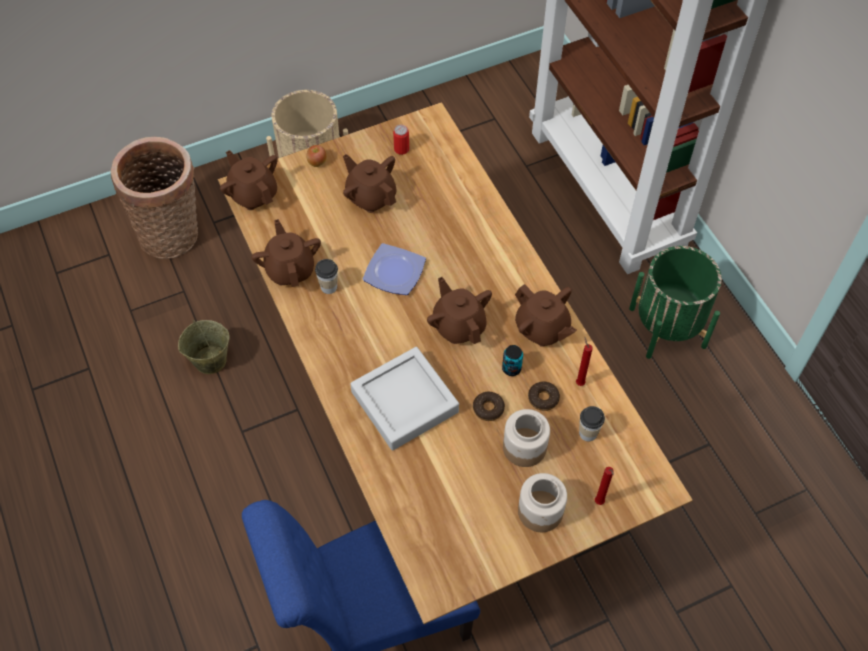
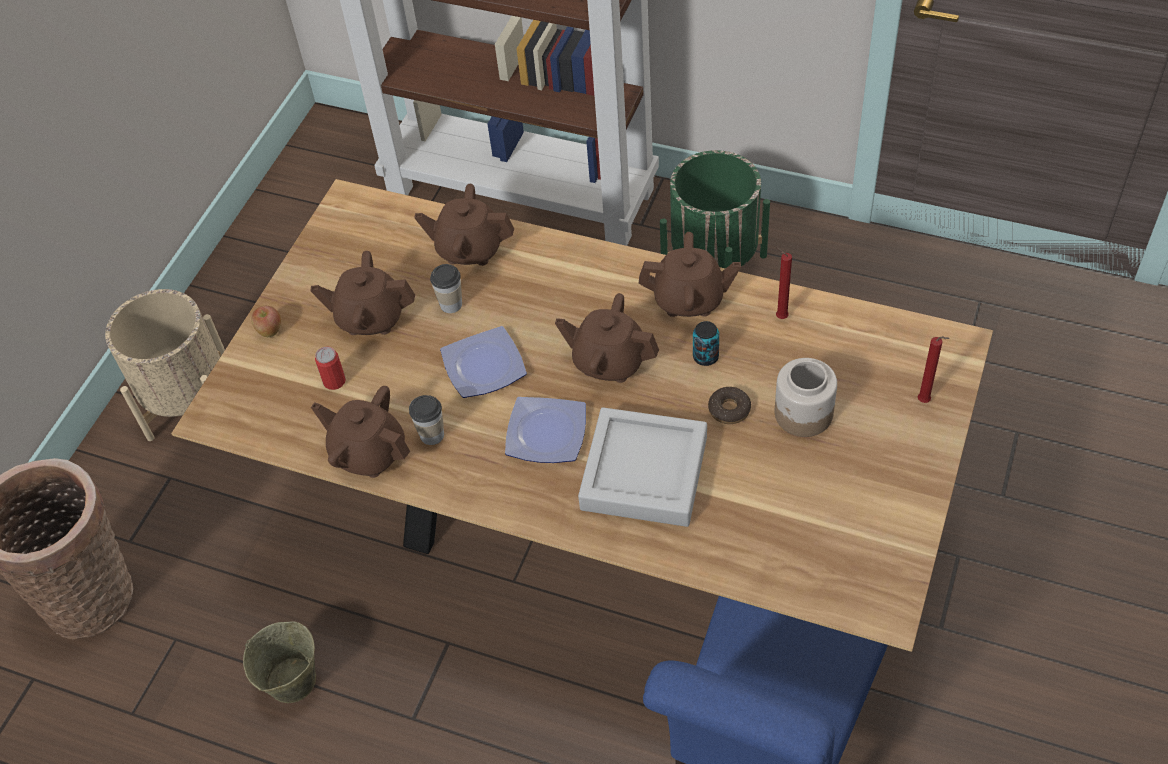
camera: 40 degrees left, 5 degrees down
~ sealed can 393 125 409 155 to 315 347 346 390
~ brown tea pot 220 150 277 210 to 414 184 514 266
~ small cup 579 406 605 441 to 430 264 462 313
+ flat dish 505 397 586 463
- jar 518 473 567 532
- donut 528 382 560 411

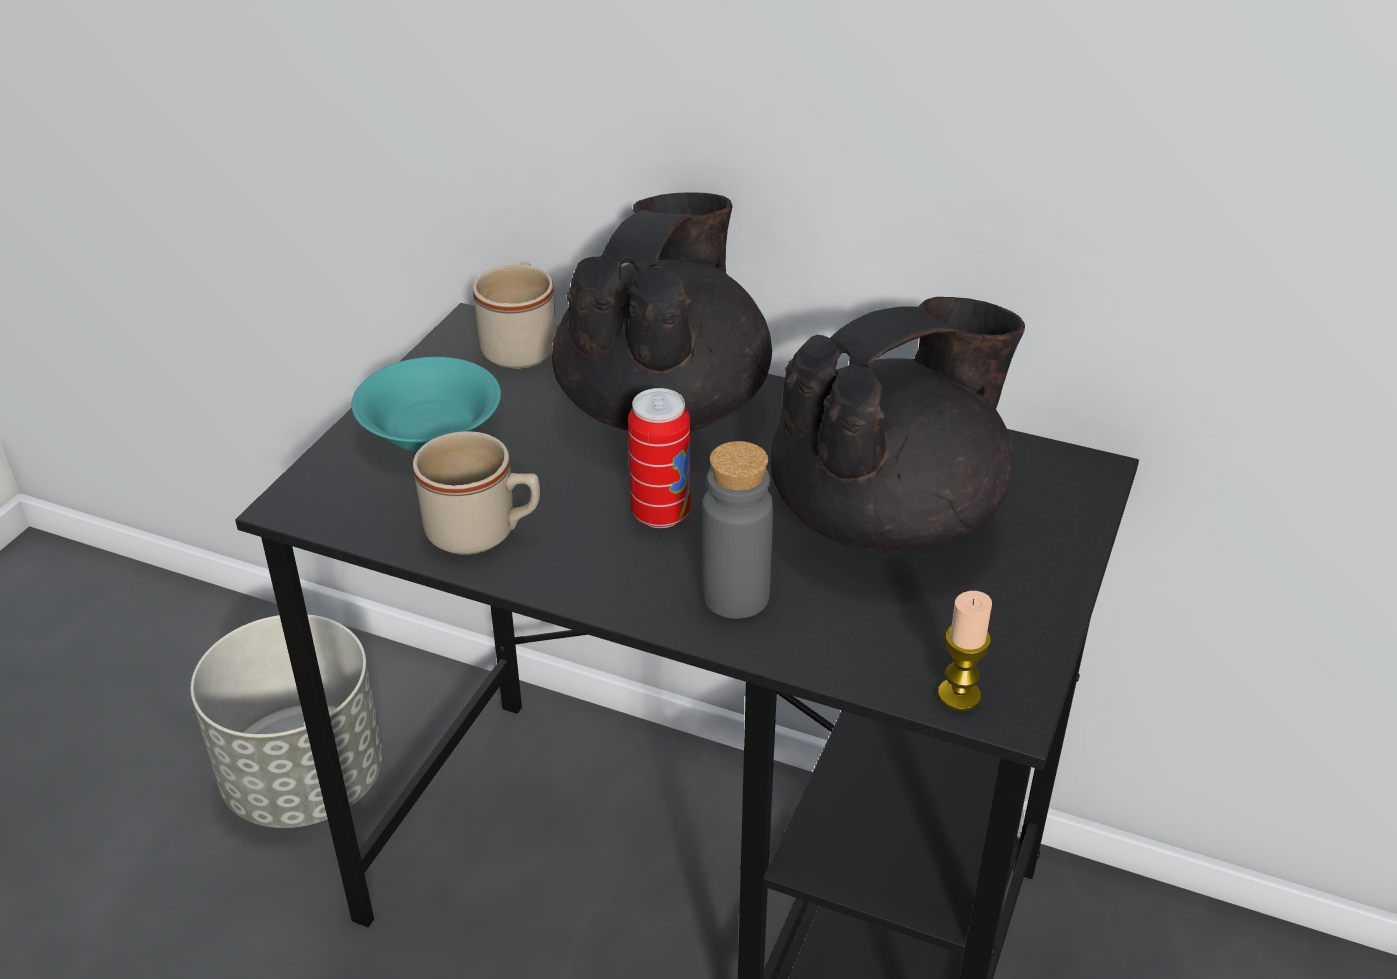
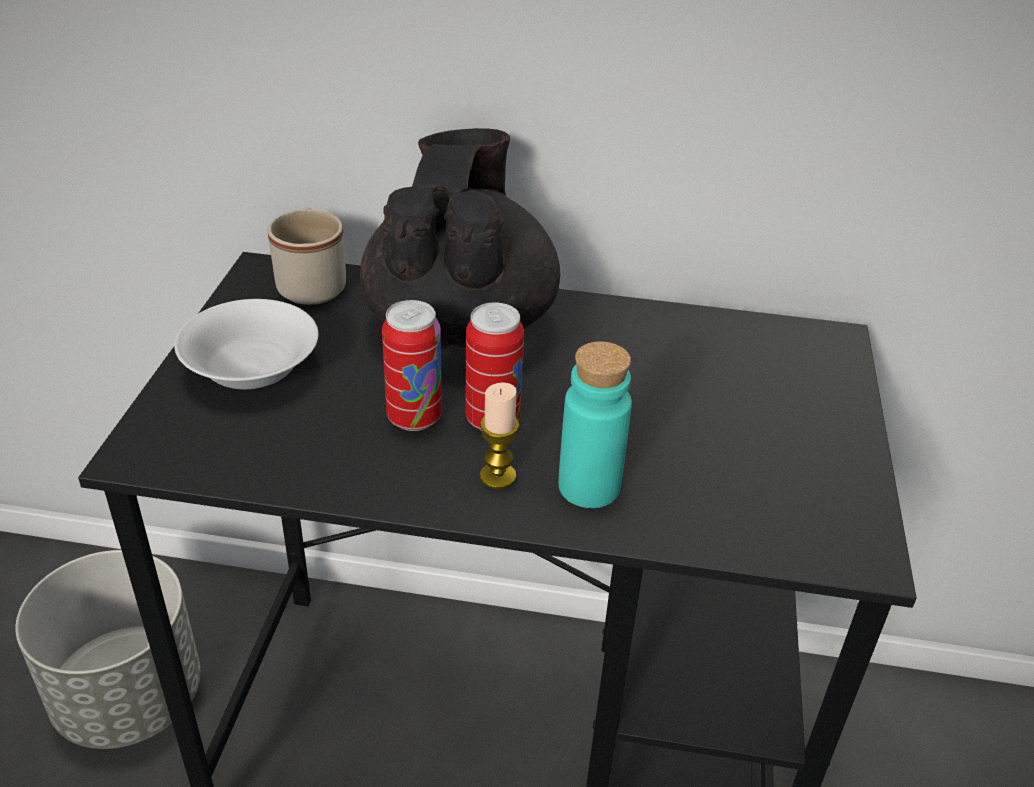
camera: 15 degrees left, 0 degrees up
~ turquoise serving bowl 352 357 501 452 to white serving bowl 174 299 319 389
+ sealed can 382 300 442 431
~ candle 938 591 992 711 to 480 382 519 489
~ greyish beverage bottle 702 441 773 619 to turquoise beverage bottle 558 341 632 508
- sand-coloured tea mug 413 431 540 555
- black-coloured tea pot 770 297 1025 554

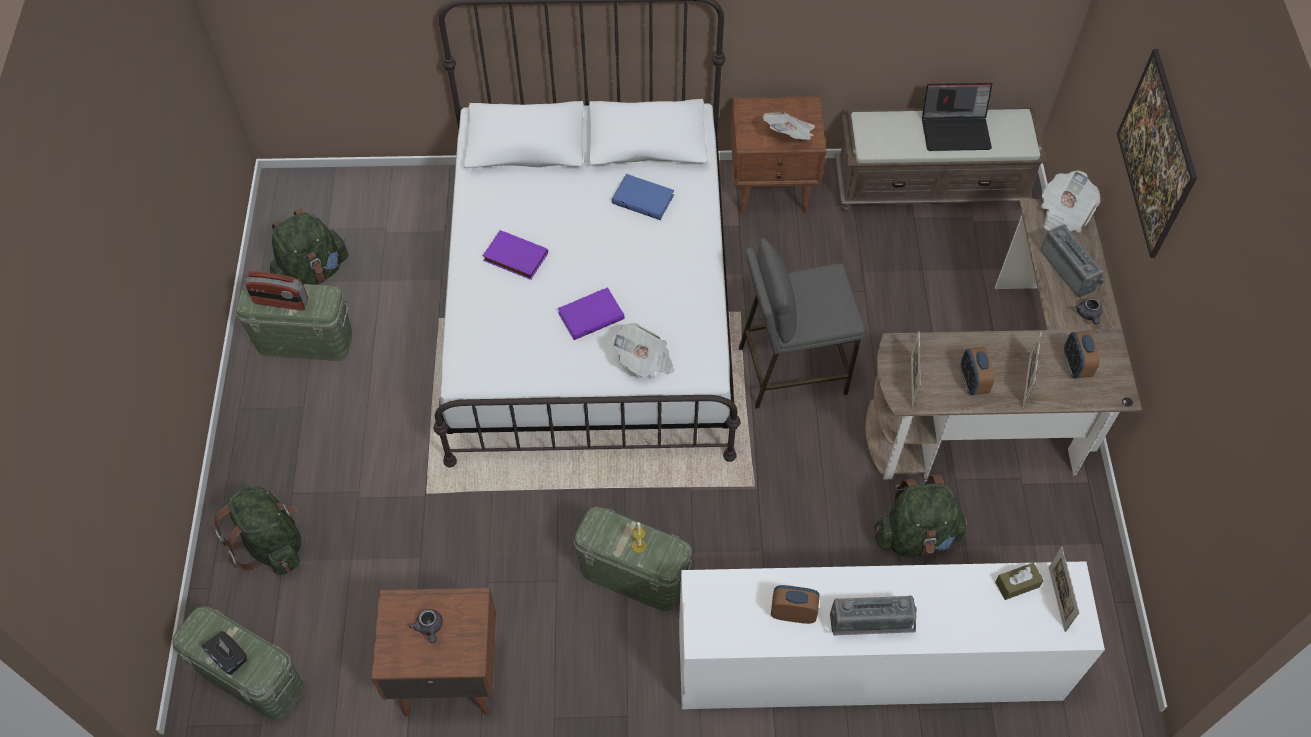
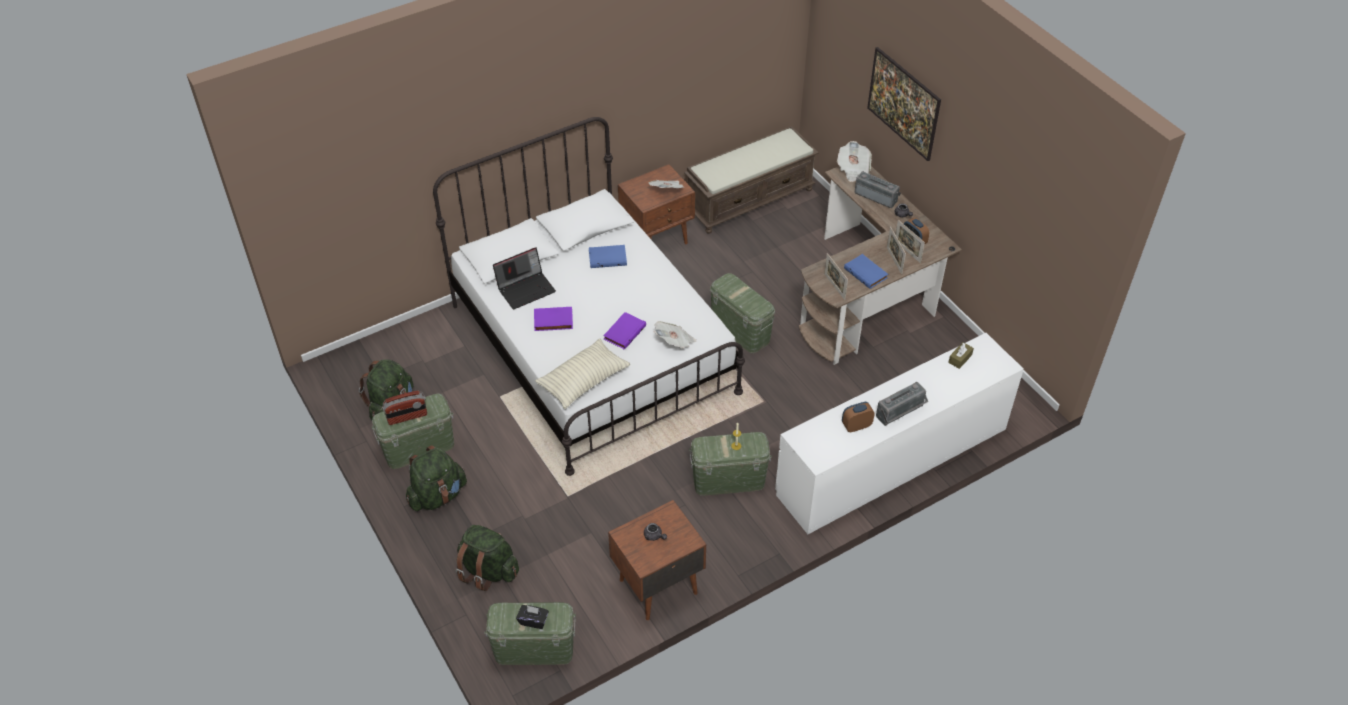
camera: 30 degrees left, 10 degrees down
~ greenish knapsack 874 475 968 557 to 406 445 467 511
~ laptop 922 83 992 151 to 493 247 556 309
+ pillow 535 338 630 409
~ greyish stool seat 739 238 865 409 to greenish storage bin 710 273 775 353
~ alarm clock 961 347 995 395 to blue volume 844 254 888 289
~ picture frame 1049 547 1079 632 to 895 220 925 263

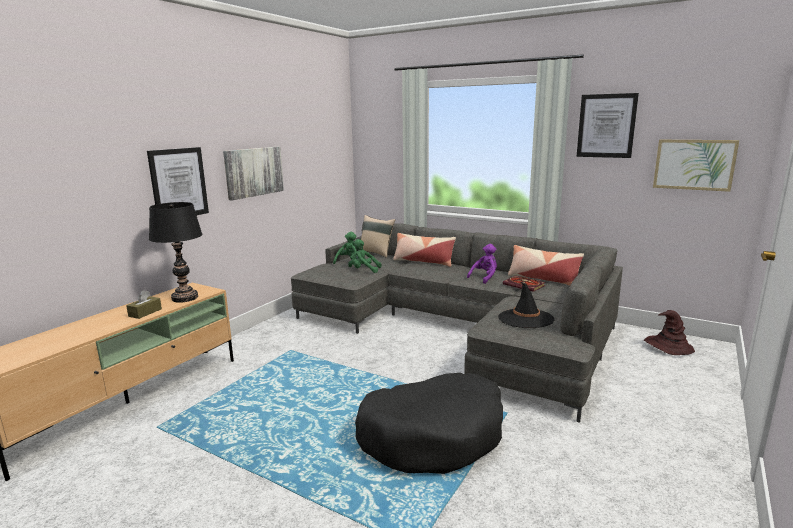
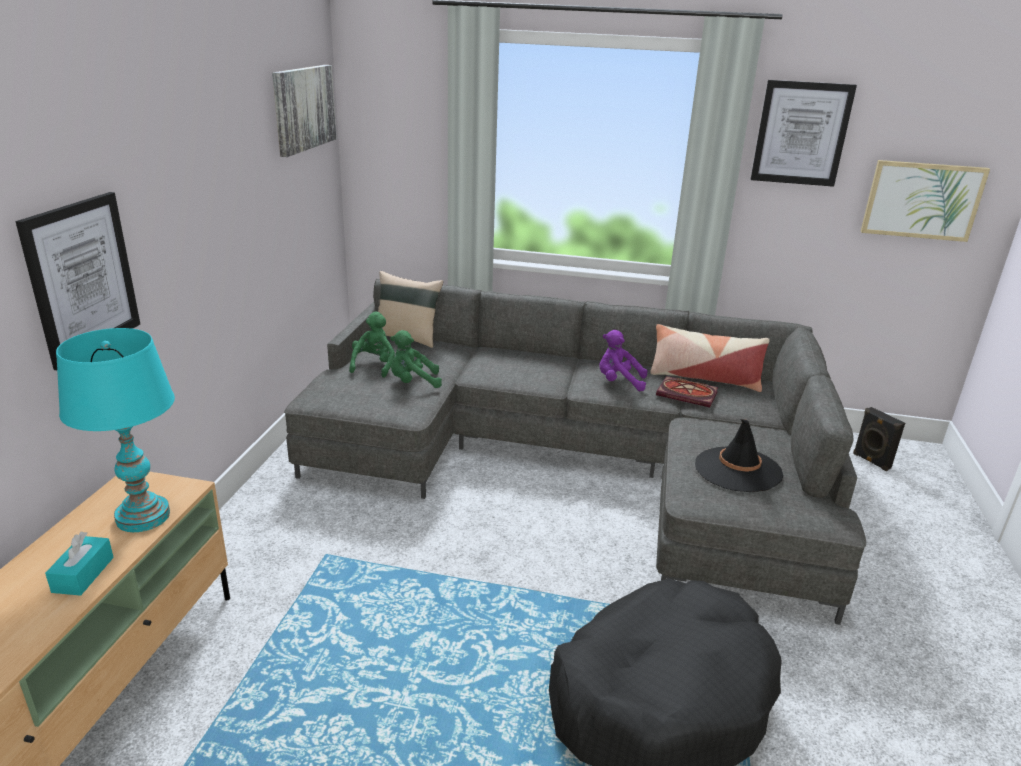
camera: 20 degrees left, 10 degrees up
~ brown tissue holder 126 290 162 319 to turquoise tissue holder 45 532 114 596
~ black-coloured tabletop lamp 149 202 202 303 to turquoise tabletop lamp 56 328 175 532
~ wall art 223 147 284 201 to 272 65 336 157
~ purple soft toy 467 244 497 284 = 599 330 648 391 105 degrees counterclockwise
~ brown clothing hat 644 310 695 355 to black-coloured speaker 853 407 905 471
- pillow 393 233 456 267

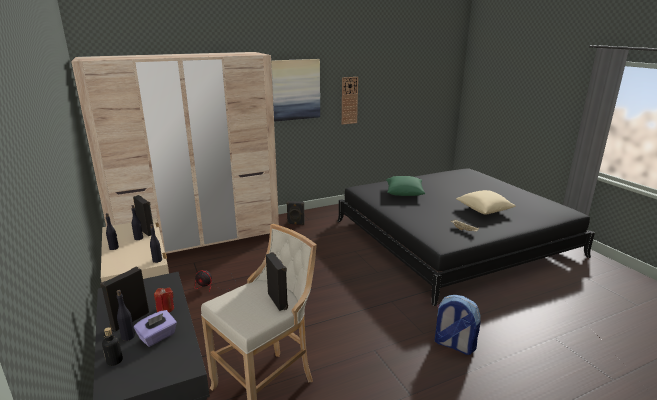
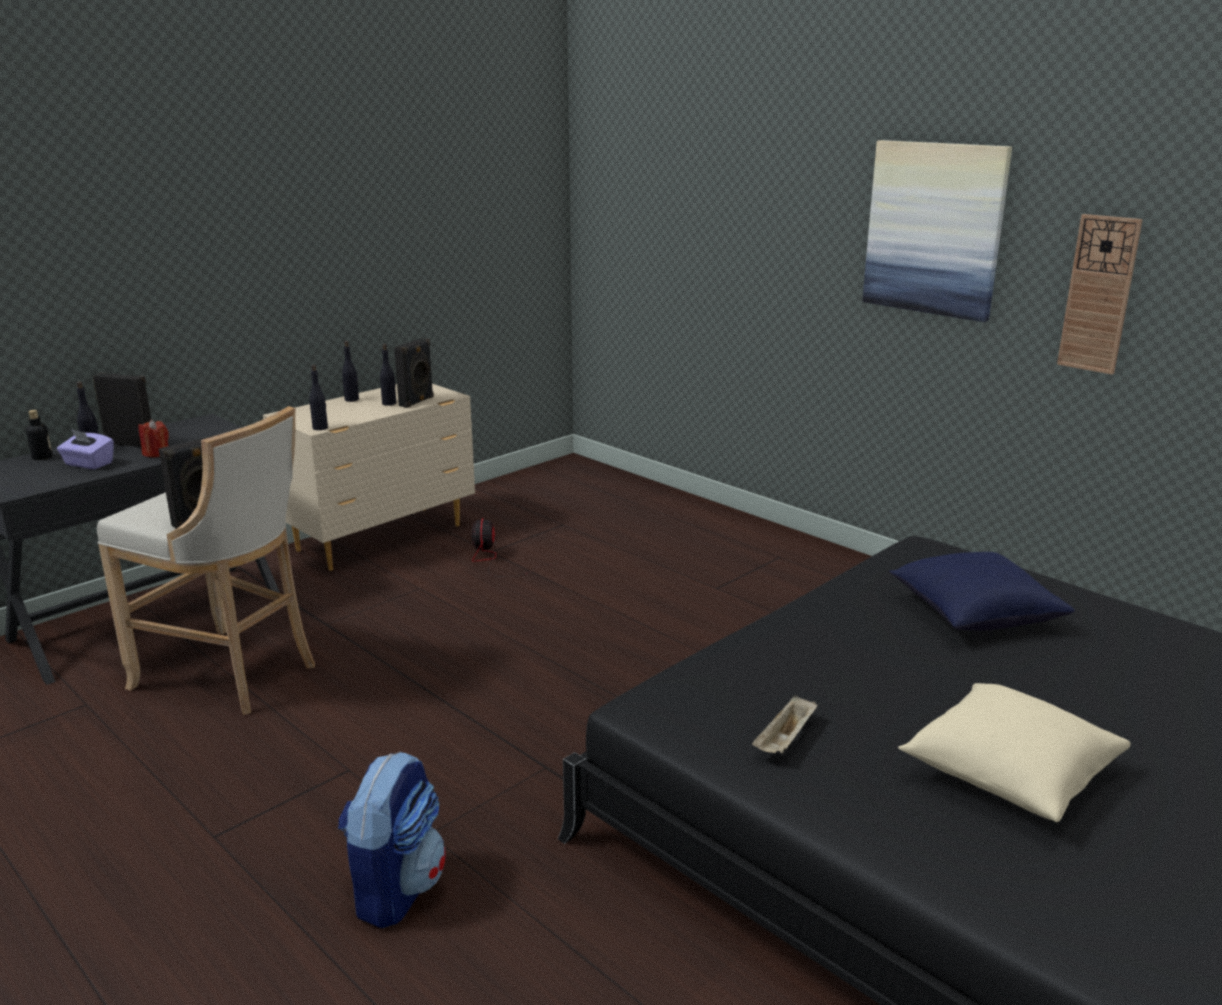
camera: 70 degrees right, 0 degrees up
~ greenish pillow 386 176 425 196 to blue pillow 889 552 1075 631
- sand-coloured wardrobe 71 52 279 254
- black-coloured speaker 287 201 305 225

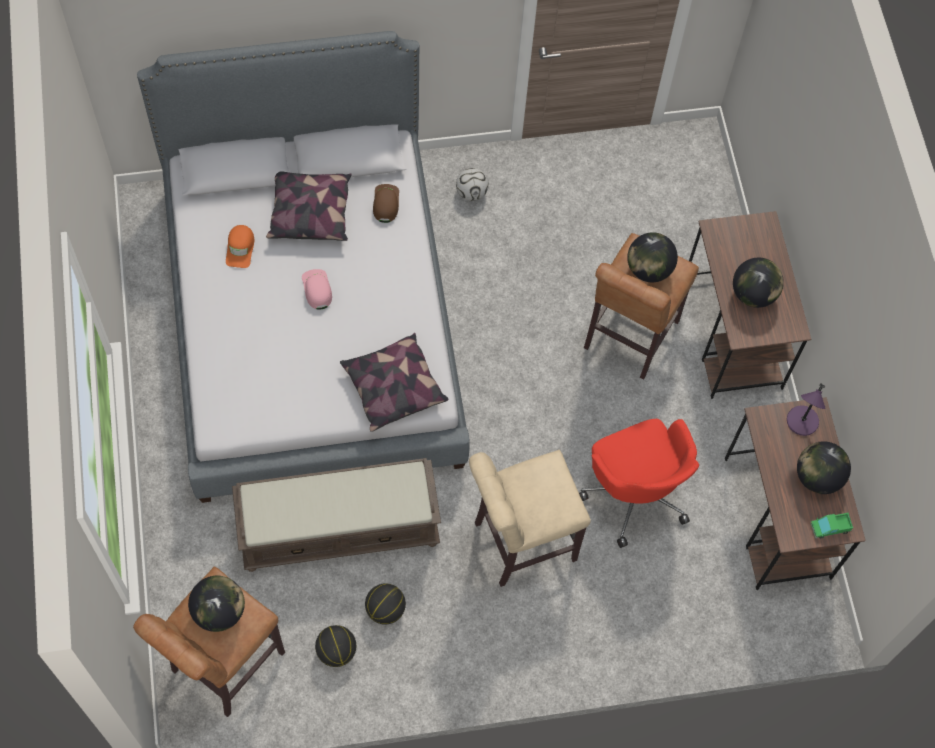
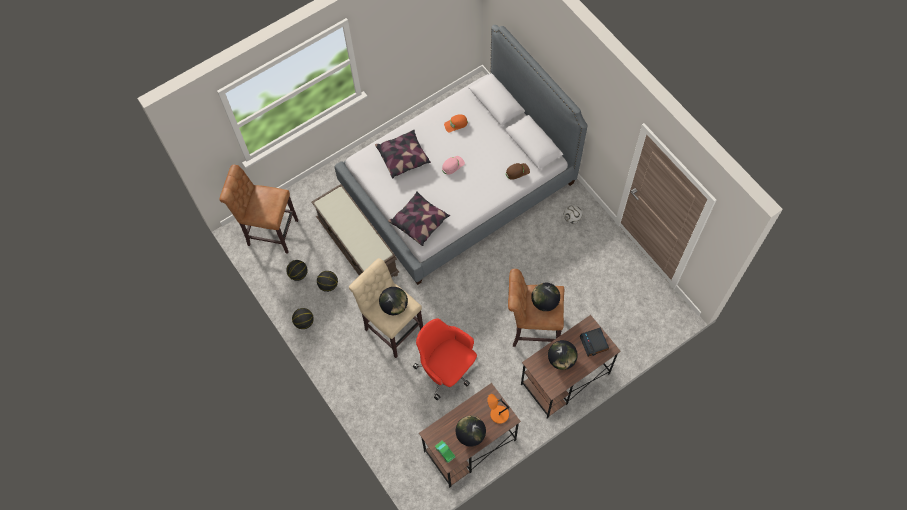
camera: 70 degrees right, 0 degrees up
+ ball for basketball 292 308 314 329
~ pillow 266 171 351 241 to 375 130 431 178
~ globe 188 576 245 632 to 379 287 408 315
~ red desk chair 579 419 699 548 = 413 318 477 400 90 degrees clockwise
~ purple tabletop lamp 787 383 826 436 to orangey tabletop lamp 487 394 509 424
+ alarm clock 580 328 609 357

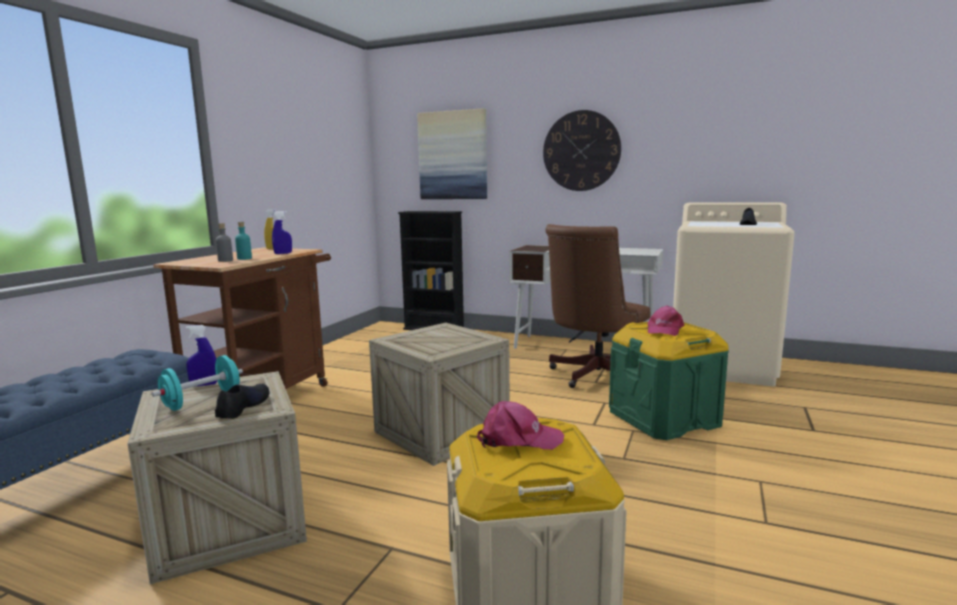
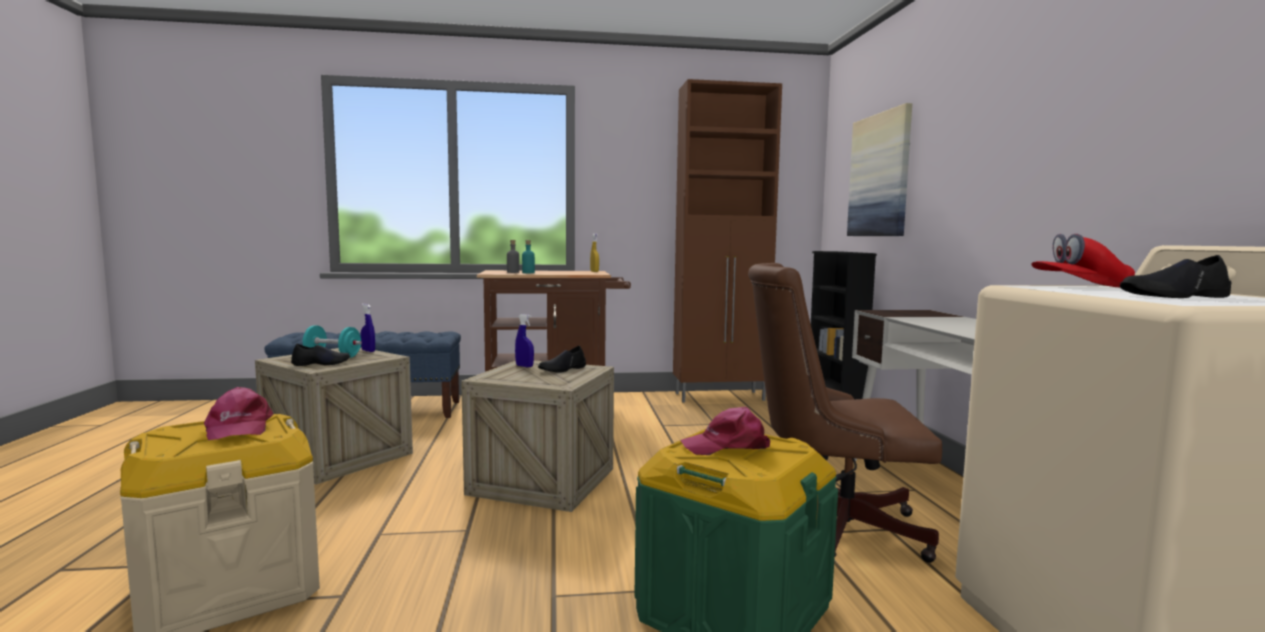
camera: 60 degrees right, 5 degrees down
~ blue sprayer 272 211 292 254 to 515 314 534 367
+ black-coloured low shoe 538 346 586 373
+ brown cabinet 673 79 782 402
+ red peaked cap 1031 234 1135 287
- hanging clock 543 110 621 191

